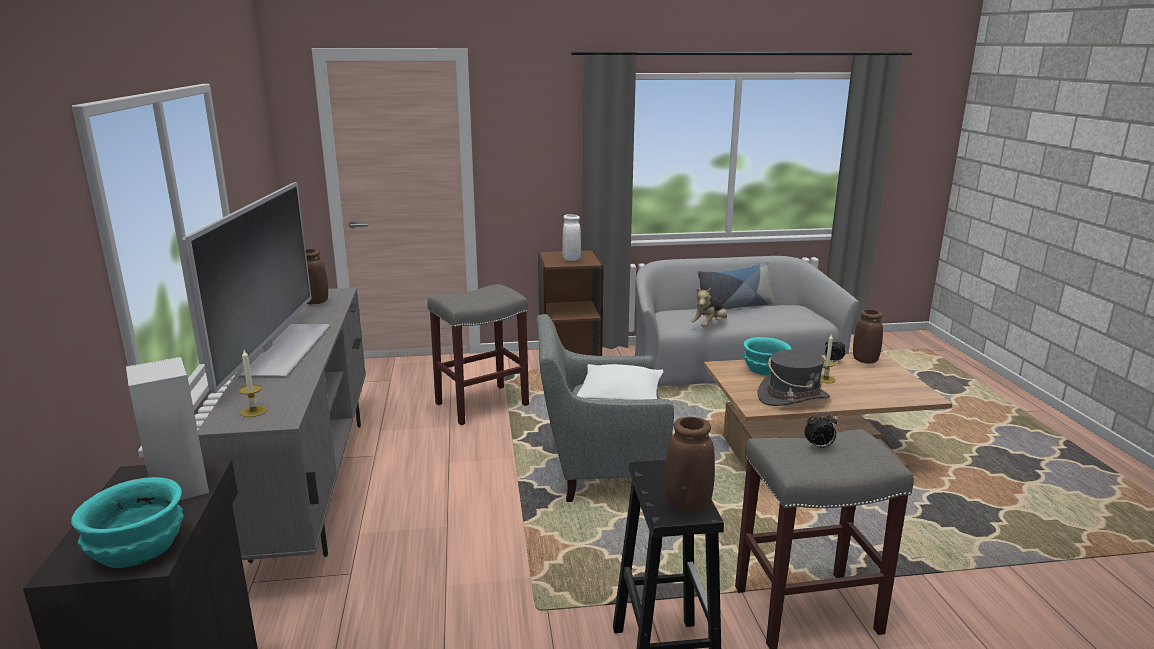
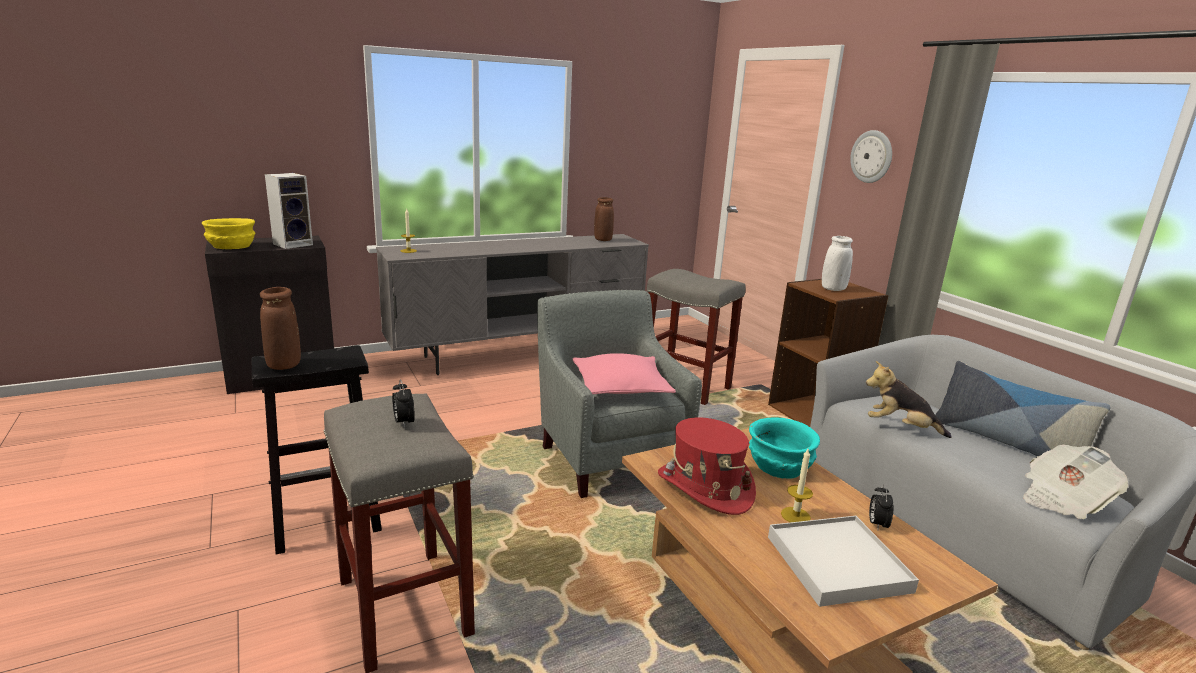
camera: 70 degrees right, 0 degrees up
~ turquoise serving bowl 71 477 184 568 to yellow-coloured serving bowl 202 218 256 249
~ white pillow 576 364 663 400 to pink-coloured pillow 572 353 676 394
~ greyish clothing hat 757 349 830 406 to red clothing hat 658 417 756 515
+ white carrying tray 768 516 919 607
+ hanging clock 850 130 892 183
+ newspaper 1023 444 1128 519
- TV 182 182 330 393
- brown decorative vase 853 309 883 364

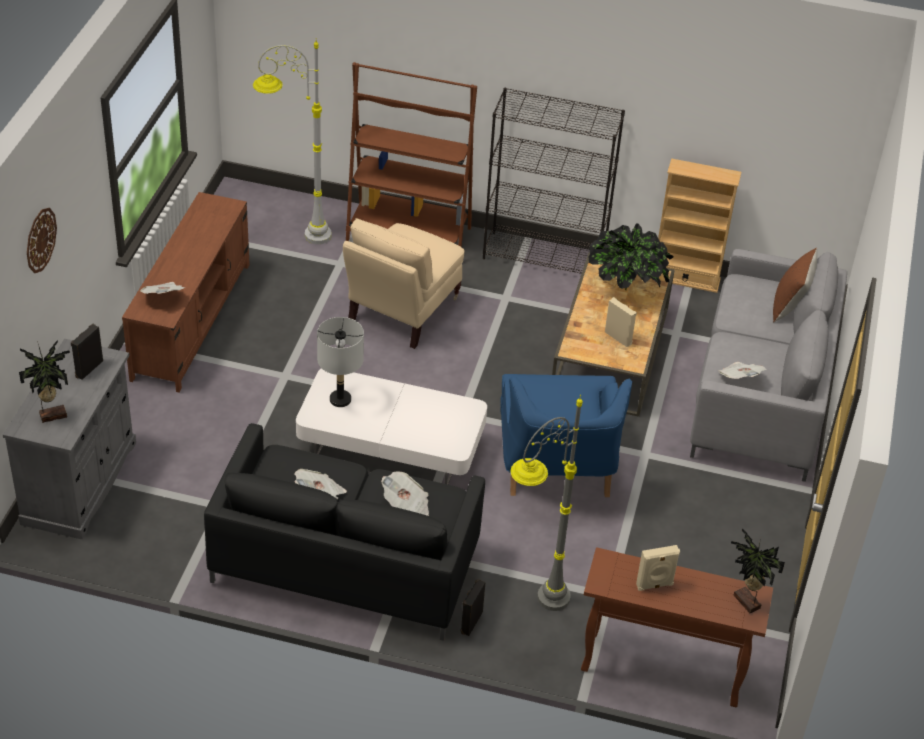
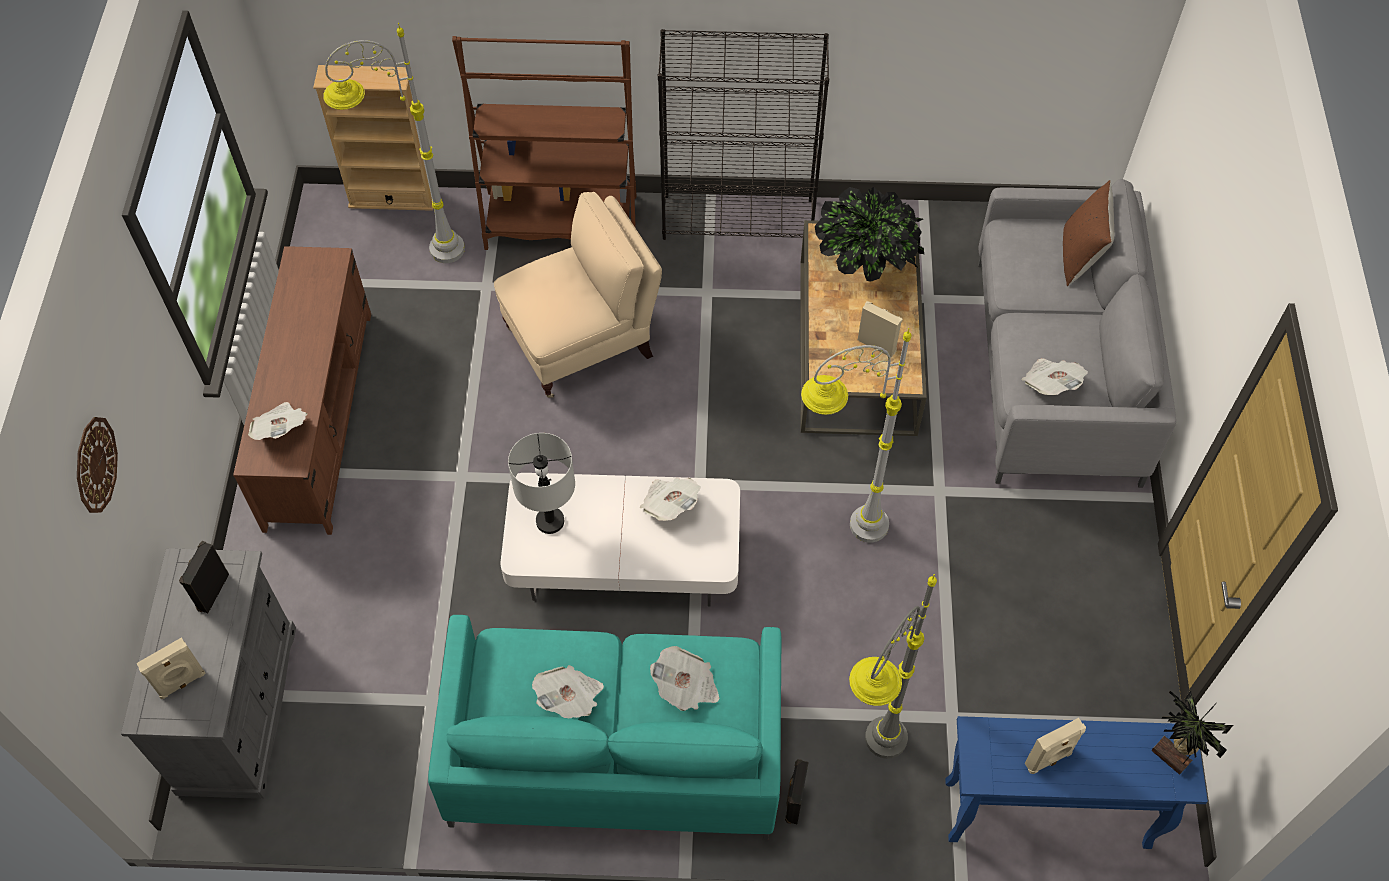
camera: 10 degrees left, 15 degrees up
~ plant in a pot 19 341 70 423 to sand-coloured speaker 136 637 205 699
~ sand-coloured bookshelf 658 158 741 293 to 313 65 434 211
~ black-coloured settee 204 423 485 641 to turquoise settee 428 615 781 840
~ sand-coloured armchair 343 218 465 349 = 494 192 662 398 135 degrees counterclockwise
+ newspaper 639 478 701 521
~ blue armchair 500 374 633 497 to greyish floor lamp 801 328 911 543
~ brown hall table 581 547 773 707 to blue hall table 945 716 1208 849

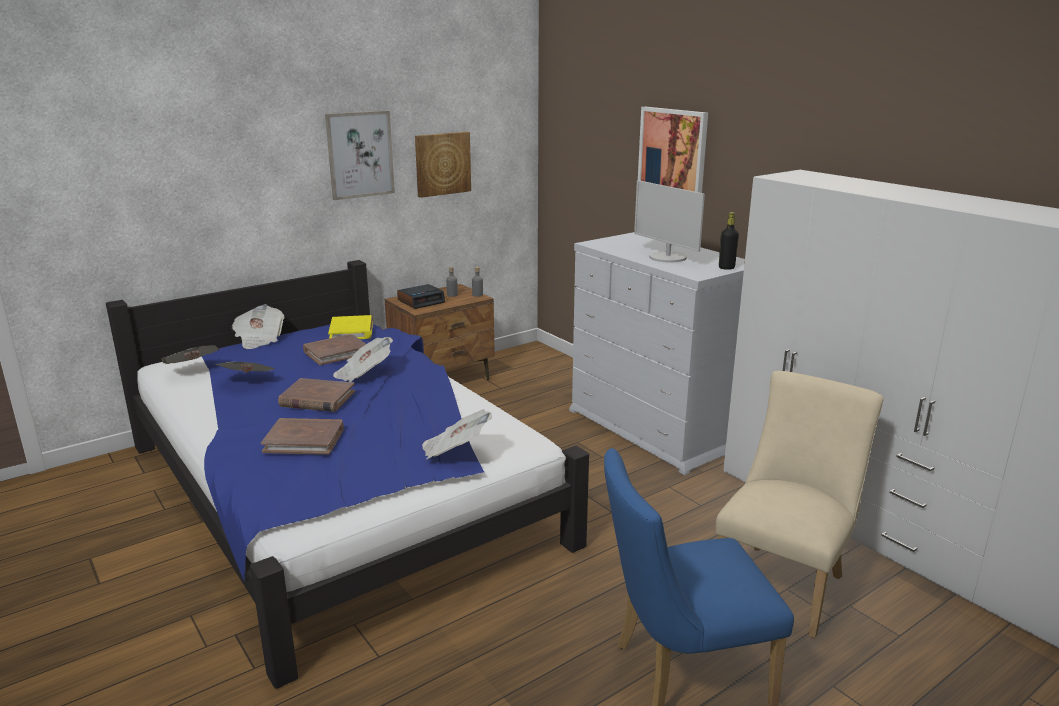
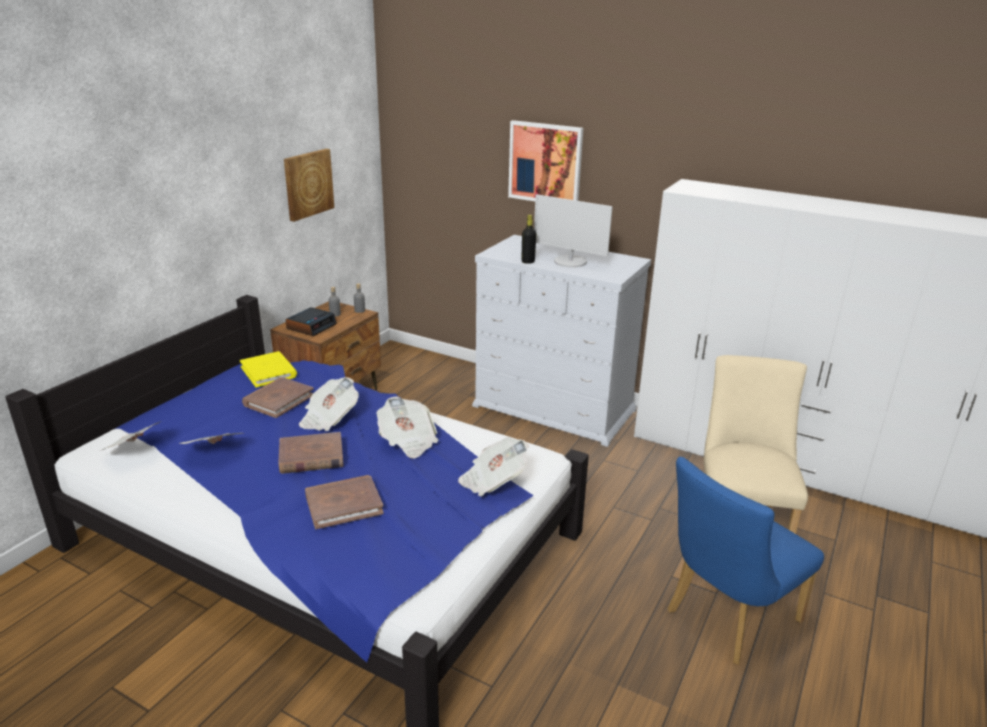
camera: 25 degrees left, 5 degrees up
~ newspaper 232 304 284 349 to 376 396 439 459
~ black-coloured beverage bottle 719 212 739 270 to 522 215 537 264
- wall art 325 111 395 200

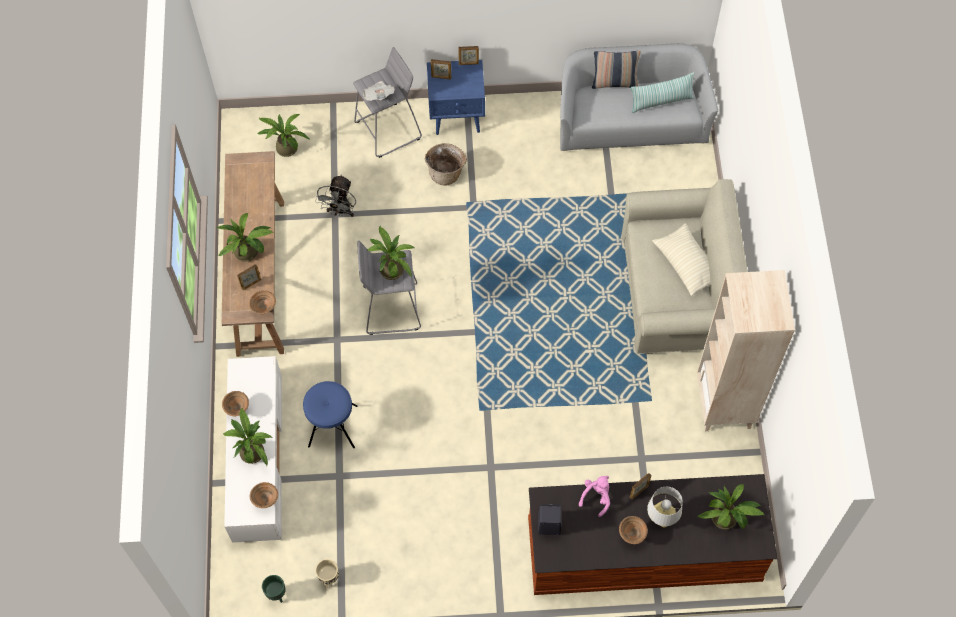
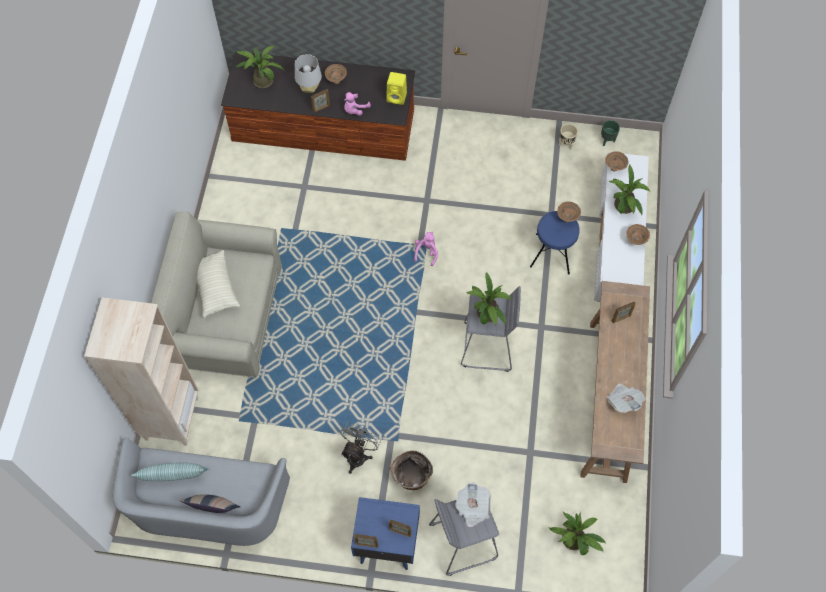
camera: 170 degrees left, 0 degrees up
~ sand-coloured bookshelf 697 270 795 431 to 84 298 199 446
~ greyish fan 315 174 356 217 to 340 422 381 474
~ black-coloured speaker 538 504 561 535 to yellow-coloured speaker 387 72 407 105
+ pink-coloured soft toy 414 231 438 266
~ brown serving bowl 249 290 276 314 to 557 201 581 222
+ newspaper 606 384 646 413
- plant in a pot 216 213 274 262

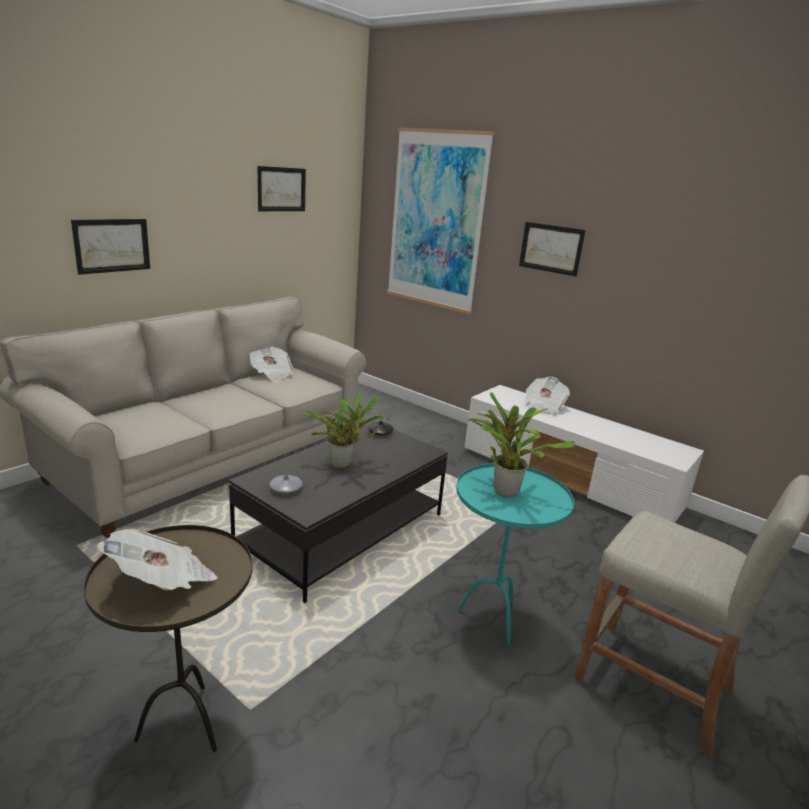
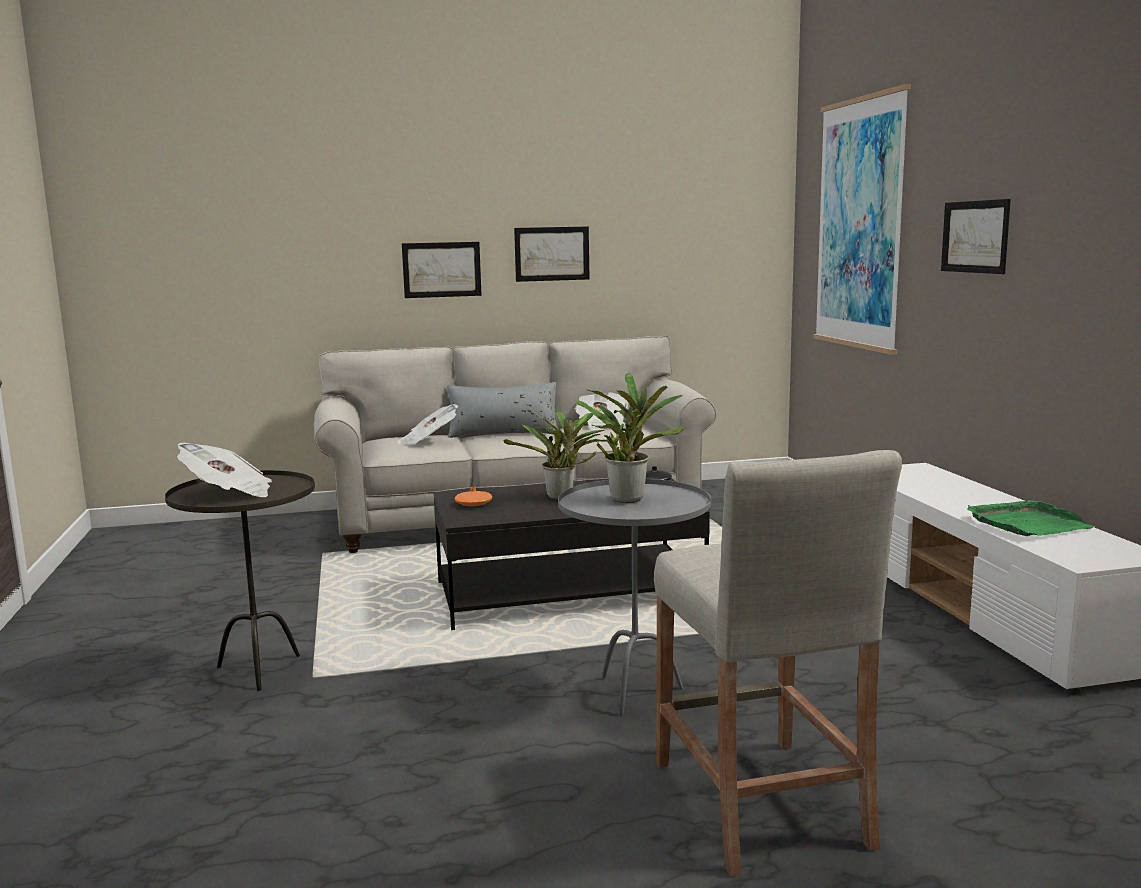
camera: 40 degrees right, 10 degrees down
~ newspaper 525 376 570 413 to 397 404 459 445
+ greyish pillow 447 382 557 438
~ greyish decorative vase 270 475 303 494 to orangey decorative vase 455 487 492 506
~ wall art 258 166 306 211 to 514 226 590 282
~ turquoise side table 456 463 574 645 to greyish side table 558 479 711 717
+ greenish carrying tray 967 500 1096 536

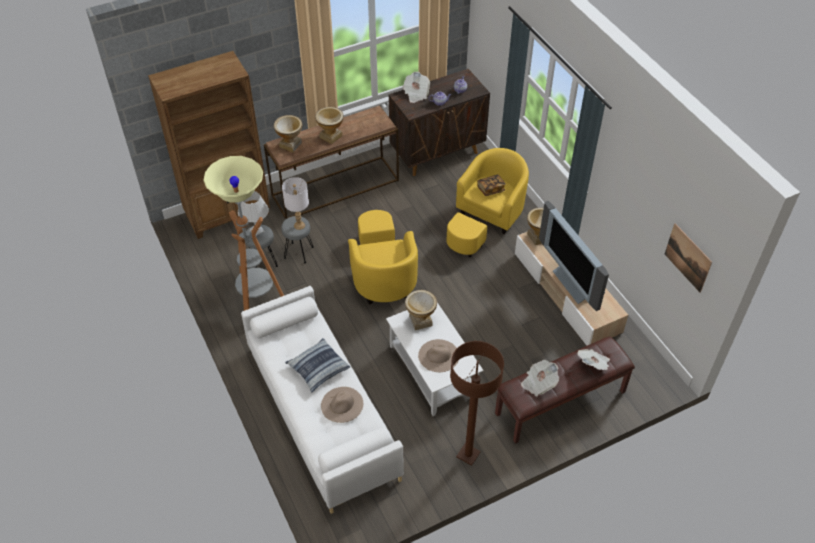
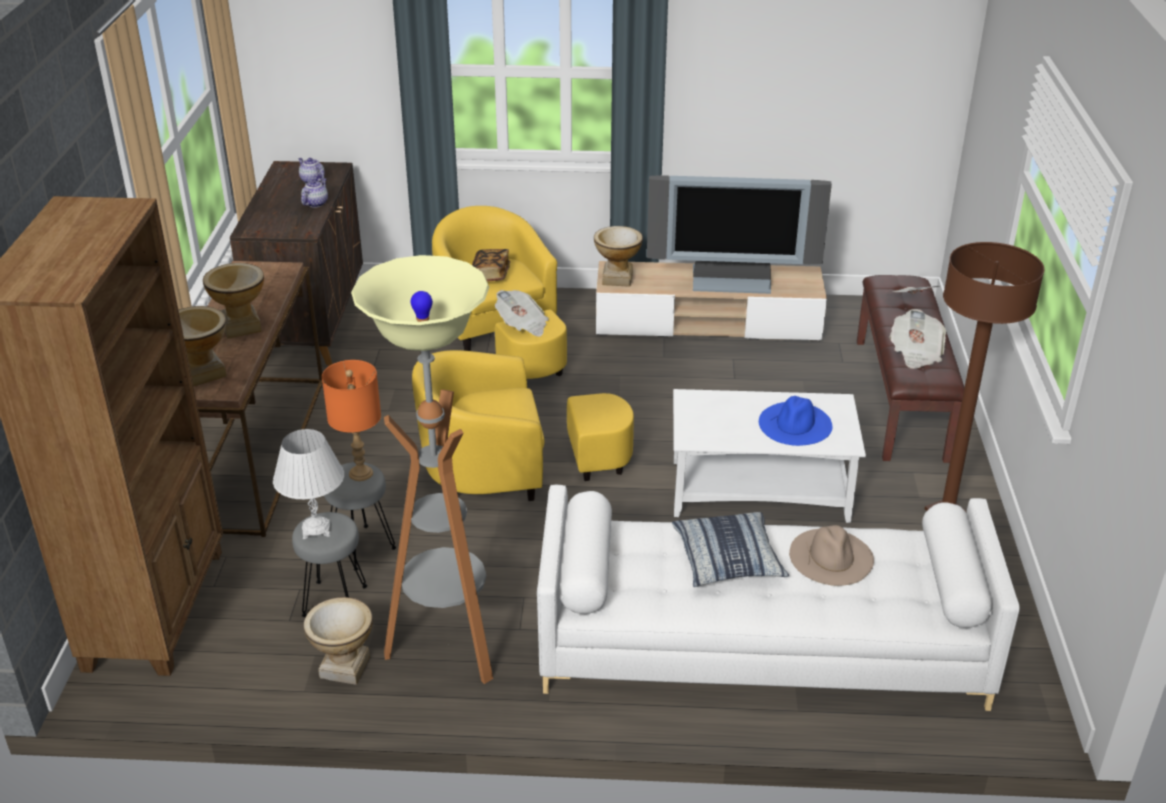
camera: 60 degrees left, 15 degrees down
~ decorative vase 405 290 437 330 to 303 597 373 685
~ white tabletop lamp 282 177 309 230 to orangey tabletop lamp 322 360 381 481
~ yellow-coloured armchair 348 210 418 305 = 412 350 634 501 150 degrees clockwise
~ newspaper 403 72 430 103 to 495 290 549 337
~ sand-coloured clothing hat 418 339 459 372 to blue clothing hat 759 396 833 446
- wall art 665 223 712 293

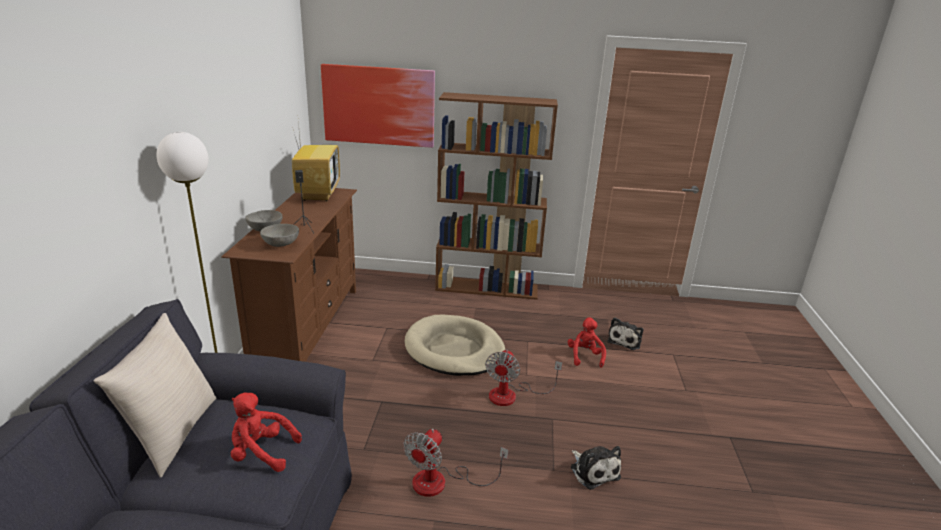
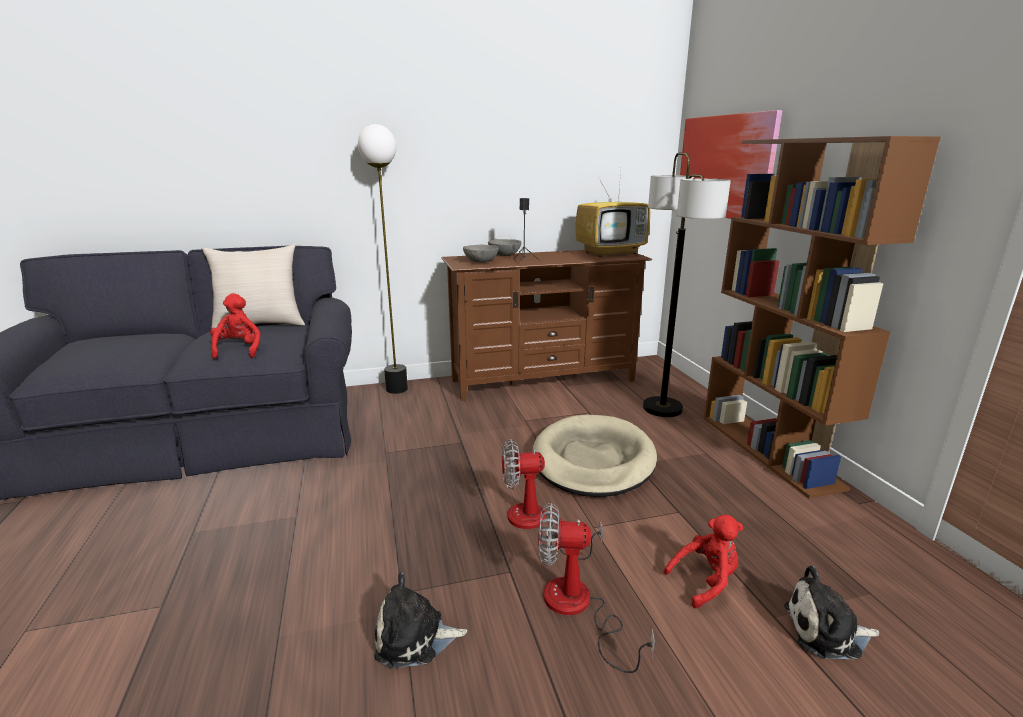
camera: 70 degrees right, 5 degrees down
~ soft toy 571 446 621 490 = 374 572 467 668 45 degrees clockwise
~ fan 404 429 509 497 to 538 503 655 673
+ floor lamp 643 153 731 417

